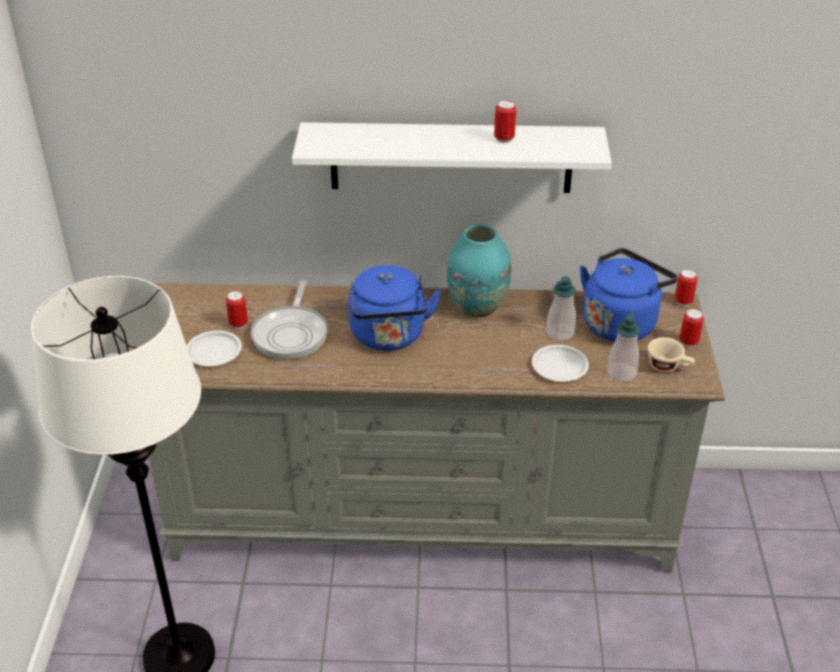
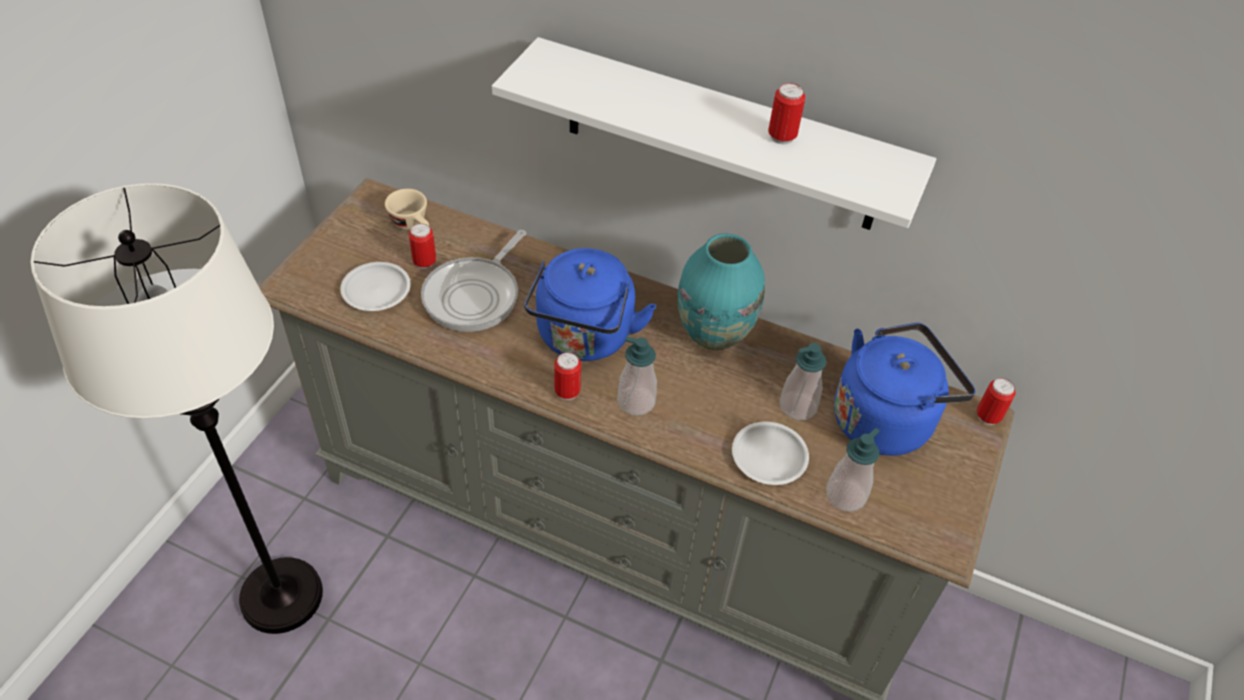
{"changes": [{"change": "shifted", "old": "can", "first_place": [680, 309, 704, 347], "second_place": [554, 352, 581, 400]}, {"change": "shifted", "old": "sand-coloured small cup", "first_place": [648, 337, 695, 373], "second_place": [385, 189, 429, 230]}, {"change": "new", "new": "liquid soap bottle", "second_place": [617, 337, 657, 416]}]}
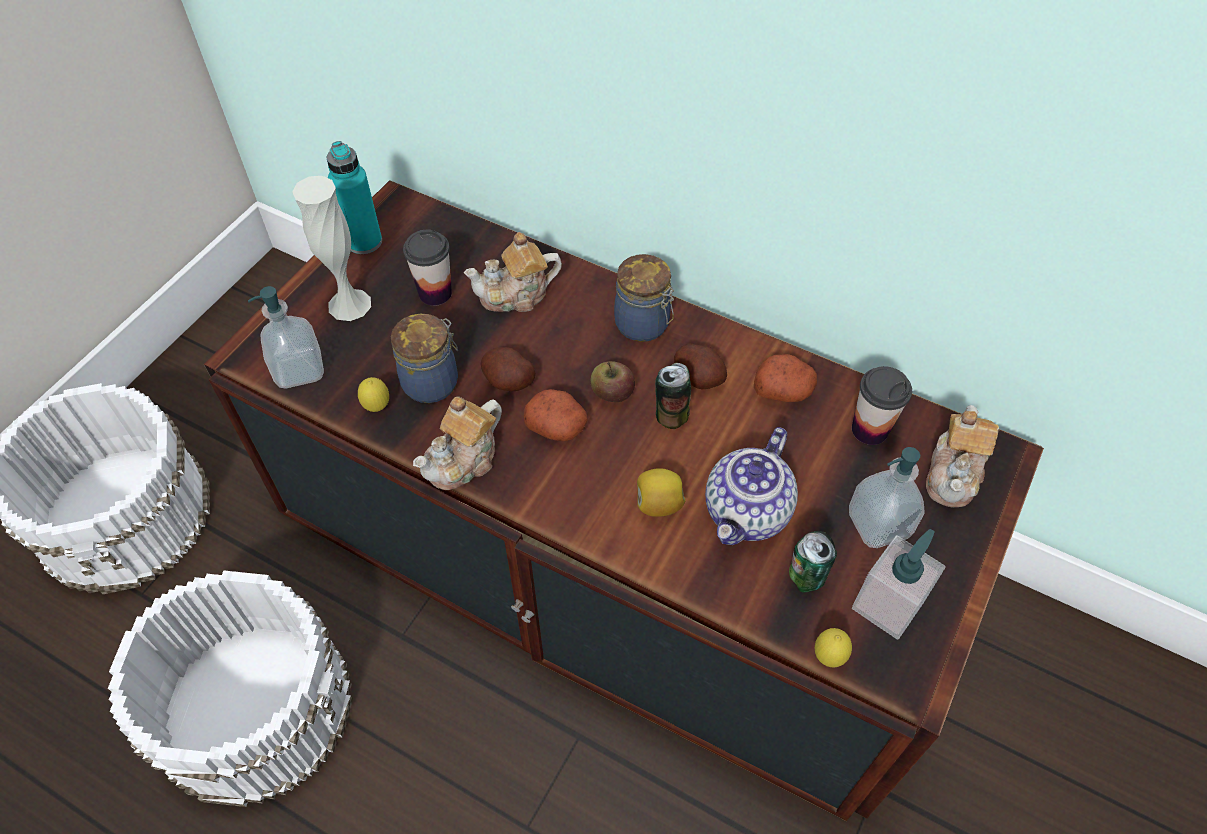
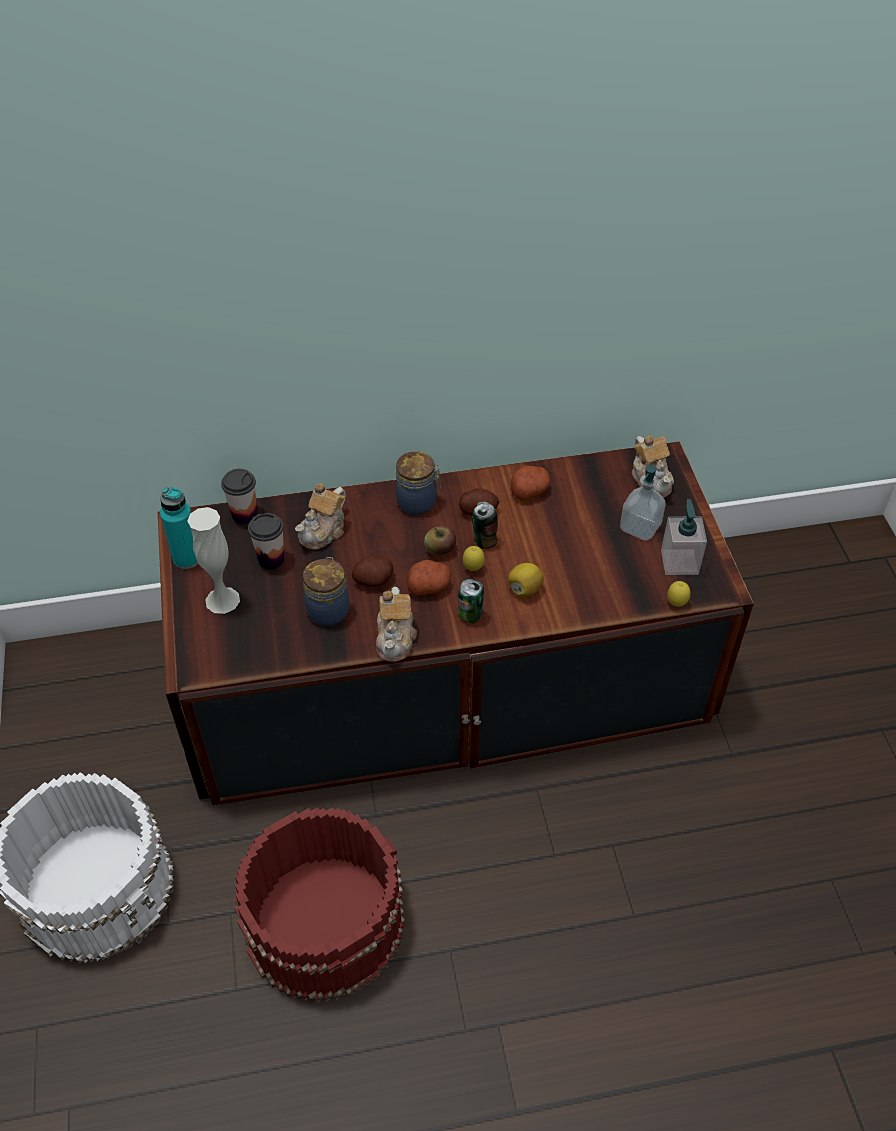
{"changes": [{"change": "gone", "old": "liquid soap bottle", "first_place": [248, 286, 324, 388]}, {"change": "shifted", "old": "small cup", "first_place": [852, 366, 912, 445], "second_place": [221, 469, 257, 525]}, {"change": "shifted", "old": "whole lemon", "first_place": [358, 377, 389, 412], "second_place": [463, 546, 485, 571]}, {"change": "gone", "old": "pot for tea", "first_place": [705, 427, 798, 545]}, {"change": "shifted", "old": "can", "first_place": [789, 531, 837, 592], "second_place": [458, 577, 484, 623]}, {"change": "repainted", "old": "white-coloured bucket", "new": "red-coloured bucket", "first_place": [108, 570, 353, 807], "second_place": [235, 807, 405, 1003]}]}
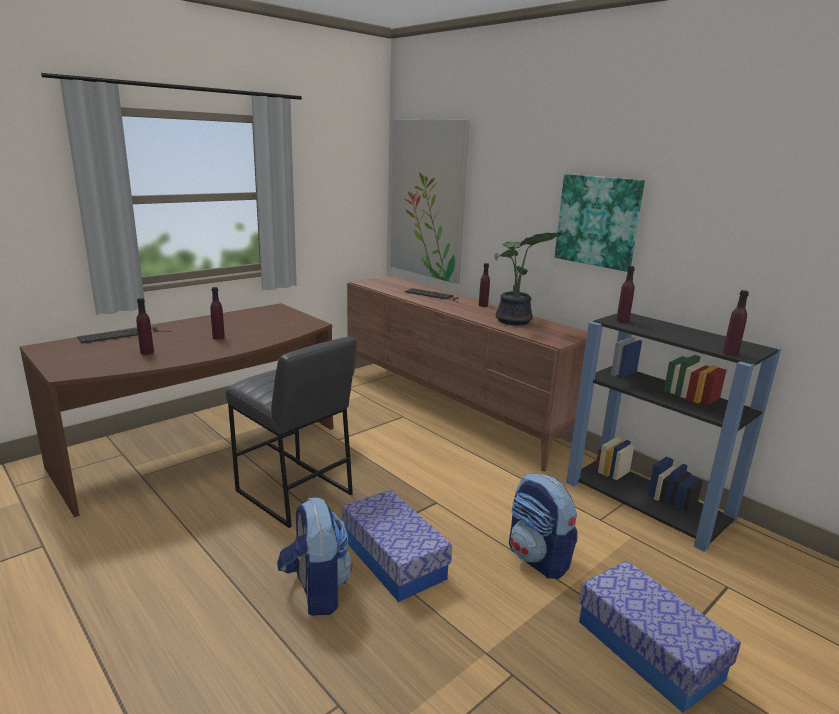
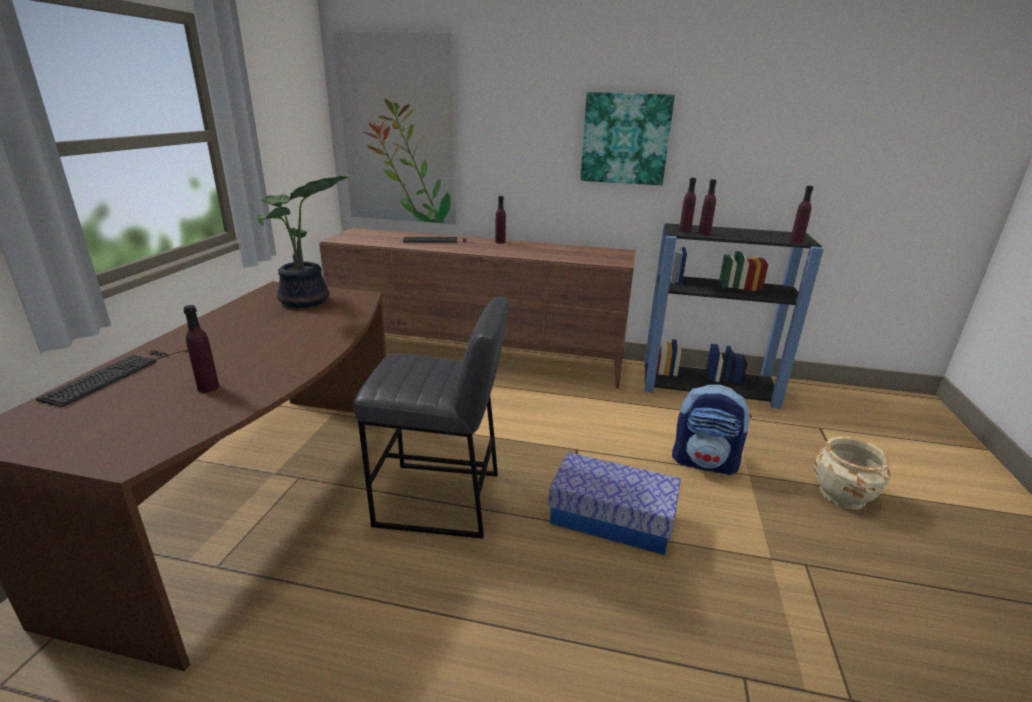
{"changes": [{"change": "shifted", "old": "houseplant", "first_place": [494, 232, 565, 325], "second_place": [257, 176, 348, 308]}, {"change": "shifted", "old": "purplish bottle", "first_place": [210, 287, 225, 340], "second_place": [698, 179, 717, 235]}, {"change": "gone", "old": "rucksack", "first_place": [277, 498, 353, 616]}, {"change": "swapped", "old": "storage box", "new": "sand-coloured flower pot", "first_place": [579, 561, 741, 713], "second_place": [814, 437, 891, 510]}]}
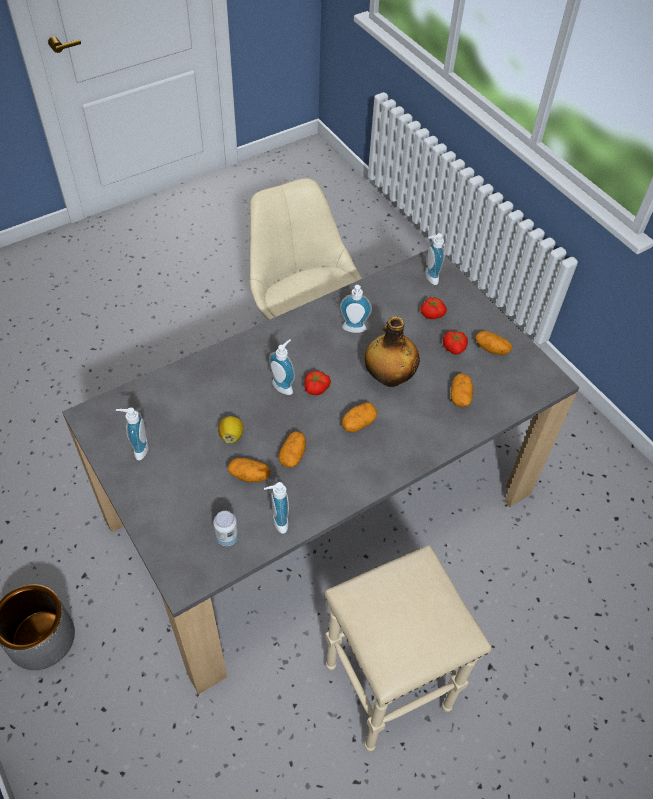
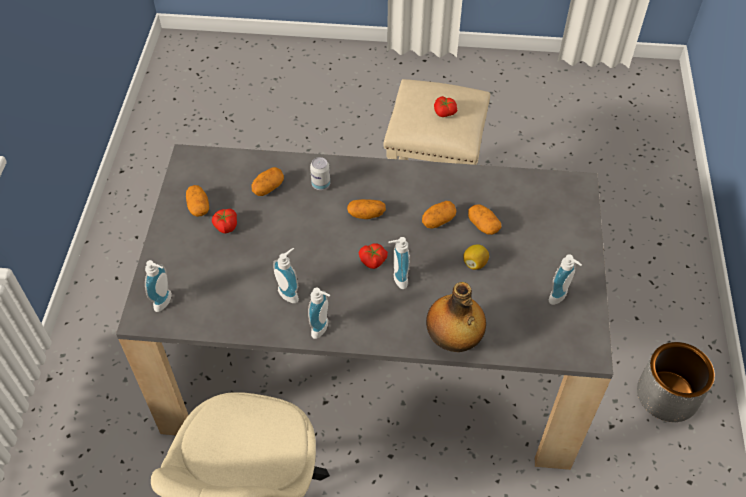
{"changes": [{"change": "shifted", "old": "fresh tomato", "first_place": [421, 297, 447, 319], "second_place": [434, 96, 457, 117]}, {"change": "shifted", "old": "bottle", "first_place": [365, 317, 420, 387], "second_place": [426, 282, 486, 352]}, {"change": "shifted", "old": "liquid soap bottle", "first_place": [264, 482, 289, 534], "second_place": [308, 287, 330, 339]}, {"change": "shifted", "old": "can", "first_place": [213, 511, 238, 546], "second_place": [310, 157, 330, 190]}]}
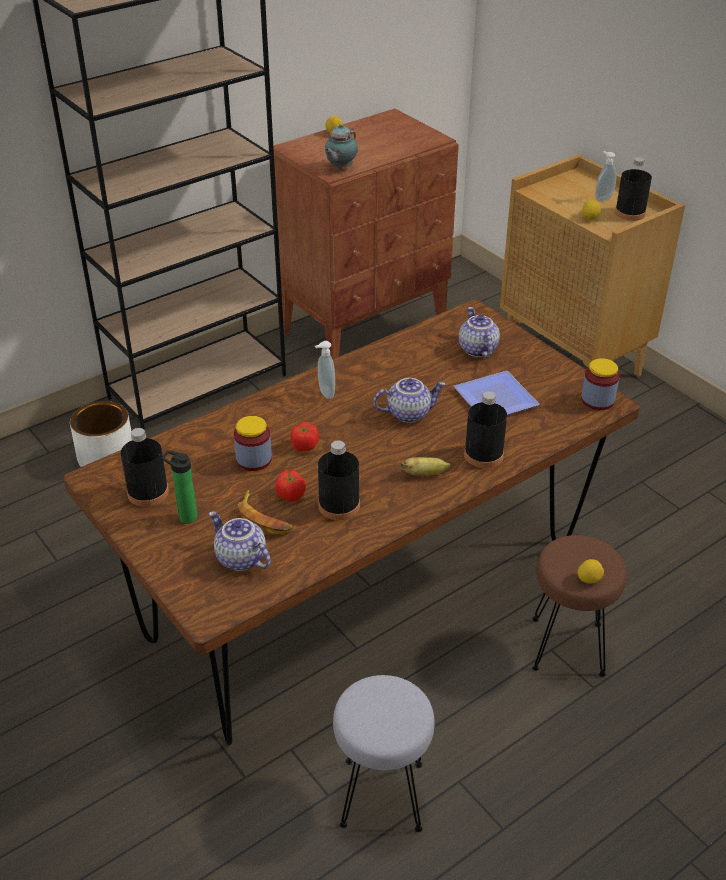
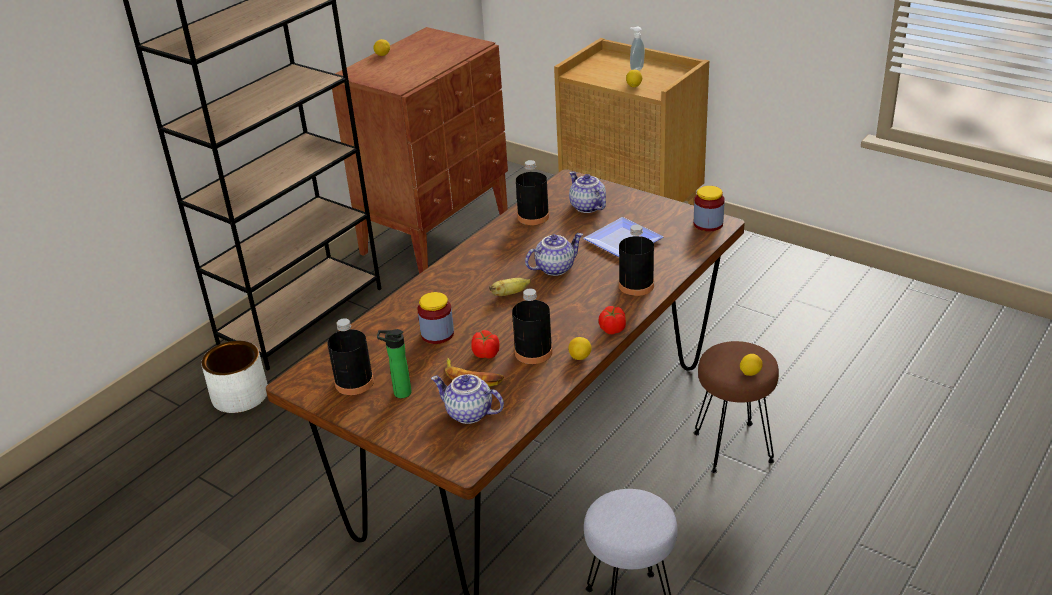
{"changes": [{"change": "gone", "old": "pot for tea", "first_place": [324, 123, 358, 169]}, {"change": "shifted", "old": "black-coloured bottle", "first_place": [615, 157, 652, 221], "second_place": [516, 160, 549, 225]}, {"change": "gone", "old": "liquid soap bottle", "first_place": [315, 341, 335, 399]}, {"change": "shifted", "old": "fresh tomato", "first_place": [291, 422, 319, 451], "second_place": [599, 306, 626, 334]}, {"change": "shifted", "old": "banana fruit", "first_place": [401, 457, 450, 475], "second_place": [489, 278, 531, 296]}, {"change": "new", "new": "whole lemon", "second_place": [568, 337, 591, 360]}]}
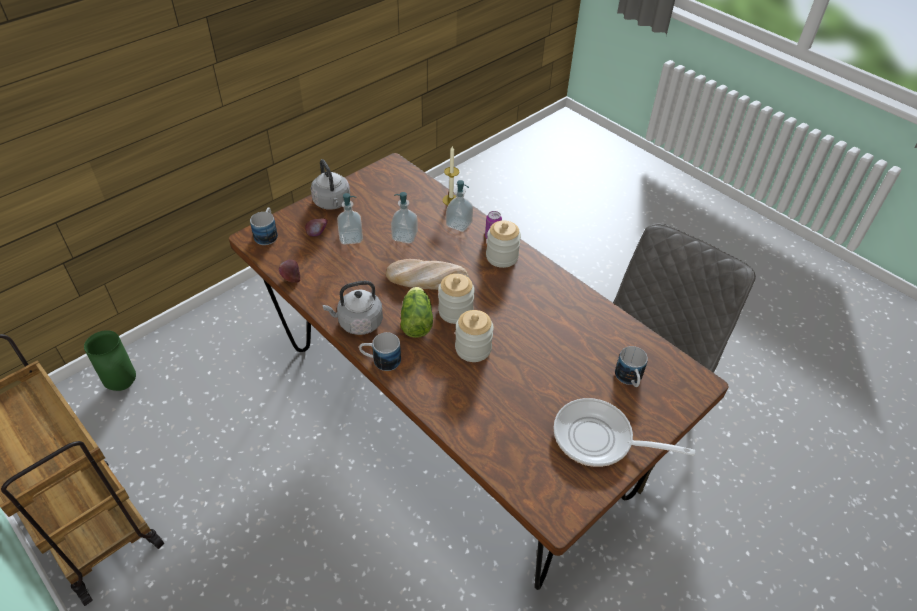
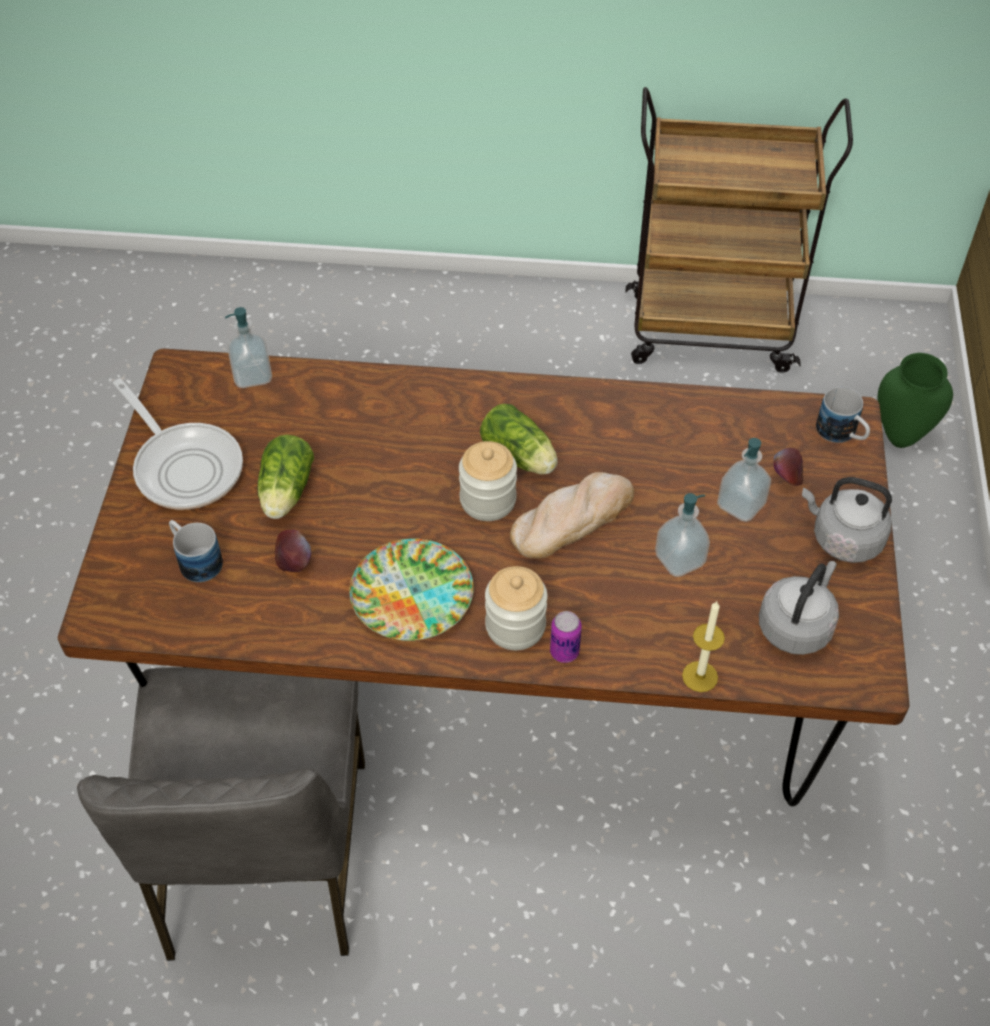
{"changes": [{"change": "shifted", "old": "liquid soap bottle", "first_place": [446, 180, 473, 232], "second_place": [225, 307, 272, 388]}, {"change": "shifted", "old": "apple", "first_place": [279, 260, 300, 283], "second_place": [275, 530, 311, 572]}, {"change": "shifted", "old": "grey tea kettle", "first_place": [322, 281, 383, 335], "second_place": [759, 561, 839, 655]}, {"change": "gone", "old": "preserve jar", "first_place": [455, 310, 494, 362]}, {"change": "gone", "old": "tea mug", "first_place": [359, 332, 401, 371]}, {"change": "rotated", "old": "skillet", "first_place": [553, 398, 695, 467], "second_place": [113, 379, 243, 510], "degrees": 75}, {"change": "new", "new": "lettuce head", "second_place": [257, 435, 314, 519]}, {"change": "new", "new": "plate", "second_place": [349, 538, 474, 641]}]}
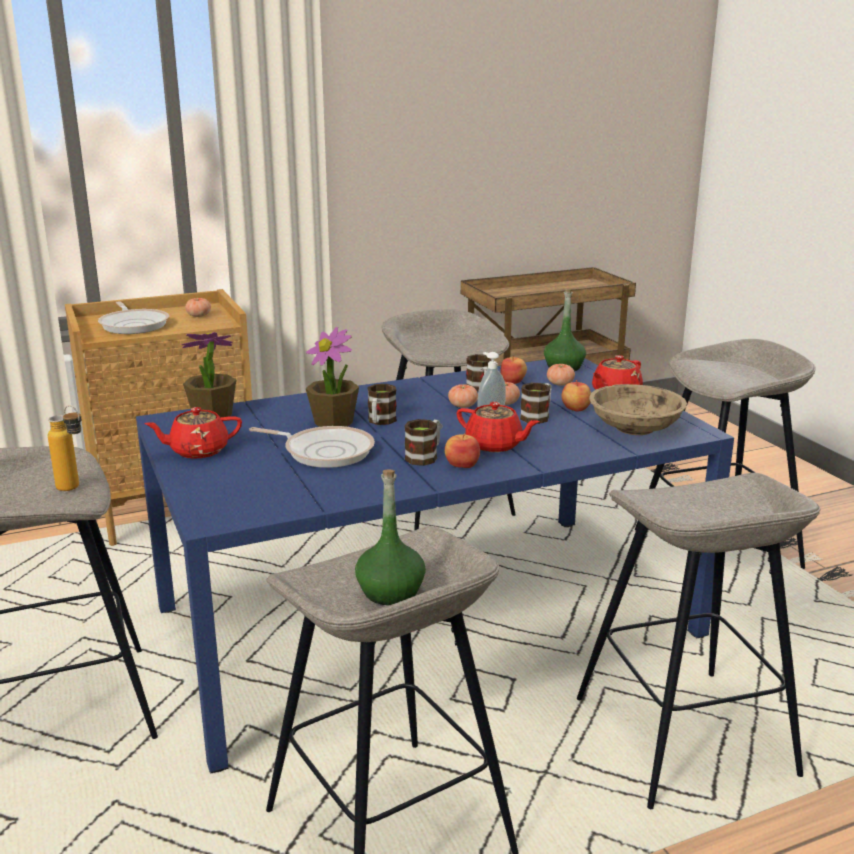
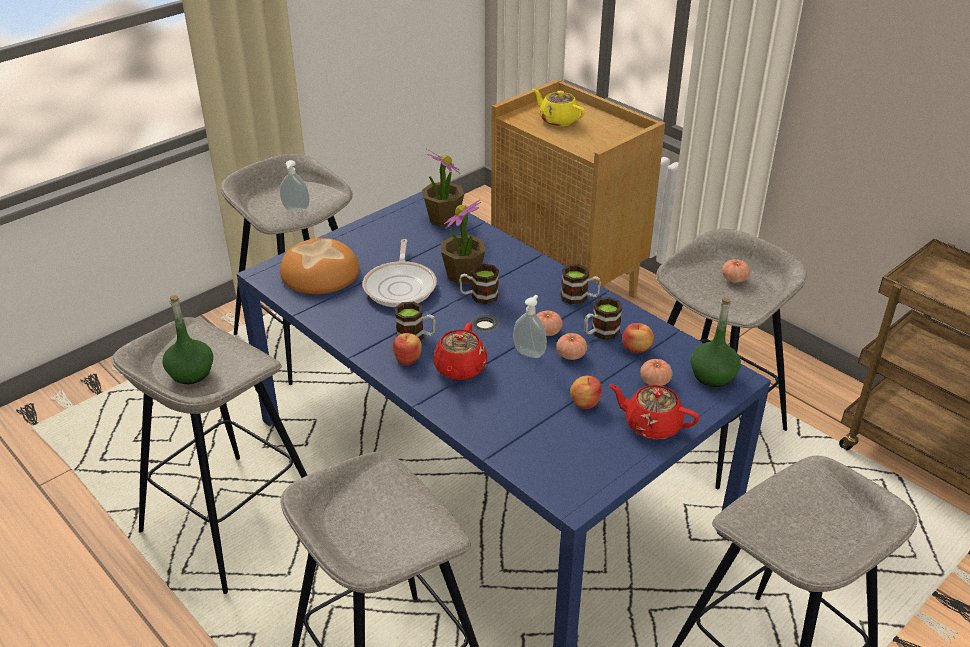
{"changes": [{"change": "shifted", "old": "fresh tomato", "first_place": [185, 298, 211, 317], "second_place": [722, 259, 750, 283]}, {"change": "swapped", "old": "skillet", "new": "yellowish pot for tea", "first_place": [98, 301, 169, 334], "second_place": [533, 89, 585, 127]}, {"change": "shifted", "old": "tea mug", "first_place": [520, 382, 551, 424], "second_place": [561, 264, 601, 305]}, {"change": "gone", "old": "sand-coloured bowl", "first_place": [589, 384, 687, 435]}, {"change": "swapped", "old": "bottle", "new": "liquid soap bottle", "first_place": [48, 405, 82, 491], "second_place": [280, 160, 310, 212]}, {"change": "gone", "old": "red-coloured pot for tea", "first_place": [144, 407, 242, 459]}, {"change": "new", "new": "bread", "second_place": [280, 238, 359, 294]}]}
